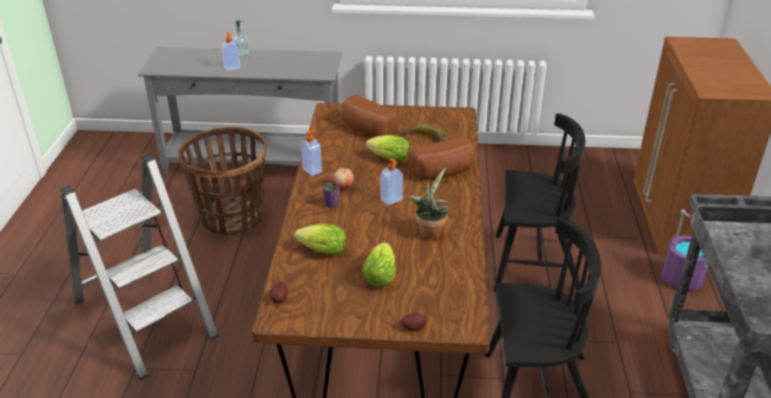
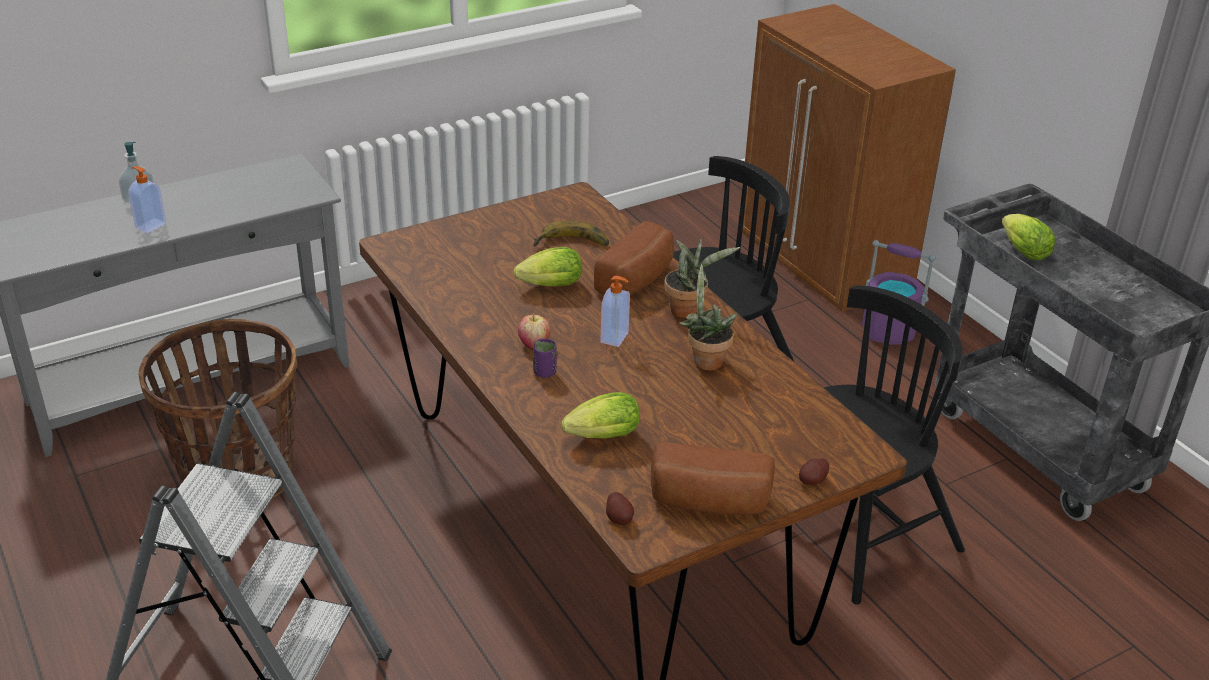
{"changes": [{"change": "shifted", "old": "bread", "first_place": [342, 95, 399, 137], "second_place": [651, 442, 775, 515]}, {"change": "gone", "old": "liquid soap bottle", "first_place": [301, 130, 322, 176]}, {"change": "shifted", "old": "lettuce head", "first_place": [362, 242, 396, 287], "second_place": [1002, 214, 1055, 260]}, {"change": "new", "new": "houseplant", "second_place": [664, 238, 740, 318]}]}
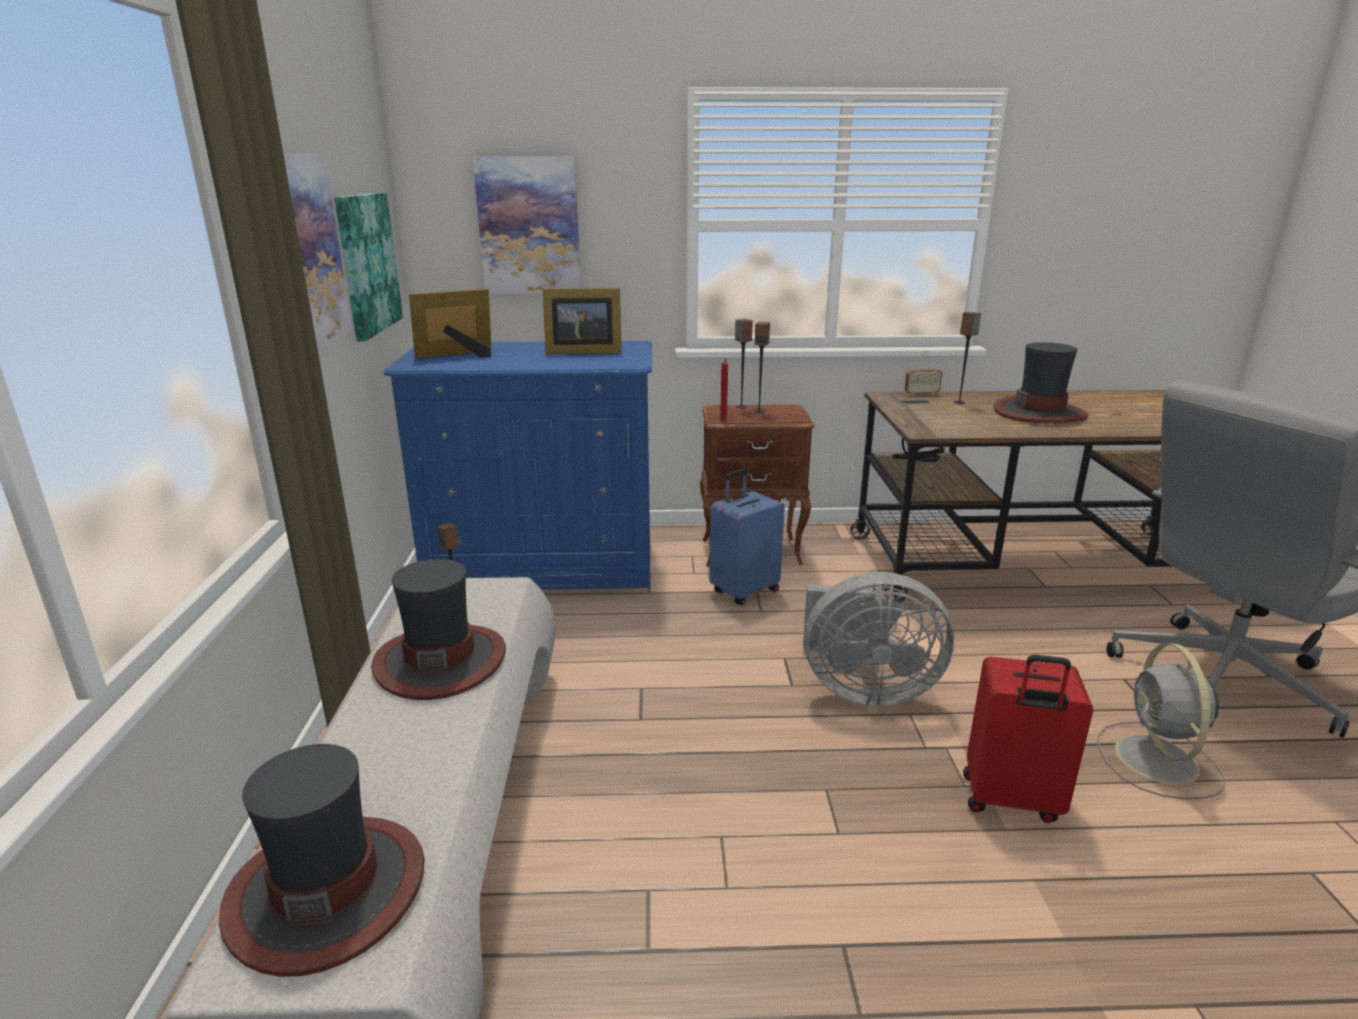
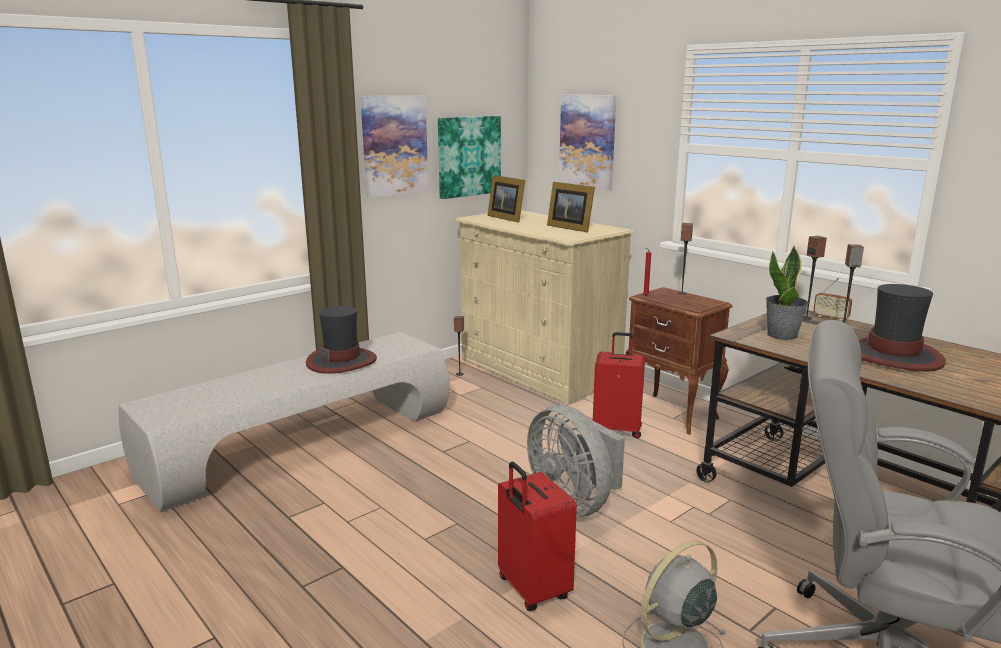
{"changes": [{"change": "rotated", "old": "standing frame", "first_place": [409, 289, 491, 359], "second_place": [487, 175, 525, 223], "degrees": -150}, {"change": "shifted", "old": "loudspeaker", "first_place": [754, 322, 770, 413], "second_place": [803, 236, 827, 320]}, {"change": "repainted", "old": "blue chest of drawers", "new": "sand-coloured chest of drawers", "first_place": [384, 341, 652, 590], "second_place": [455, 210, 634, 404]}, {"change": "repainted", "old": "blue piece of luggage", "new": "red-coloured piece of luggage", "first_place": [709, 469, 785, 605], "second_place": [593, 332, 645, 439]}, {"change": "gone", "old": "hat", "first_place": [219, 744, 425, 977]}, {"change": "new", "new": "houseplant", "second_place": [766, 245, 809, 340]}]}
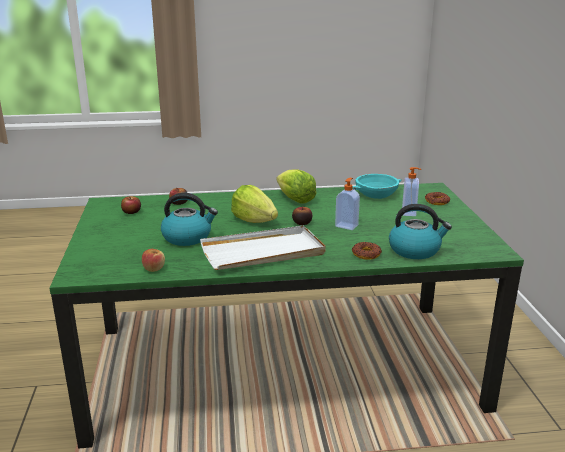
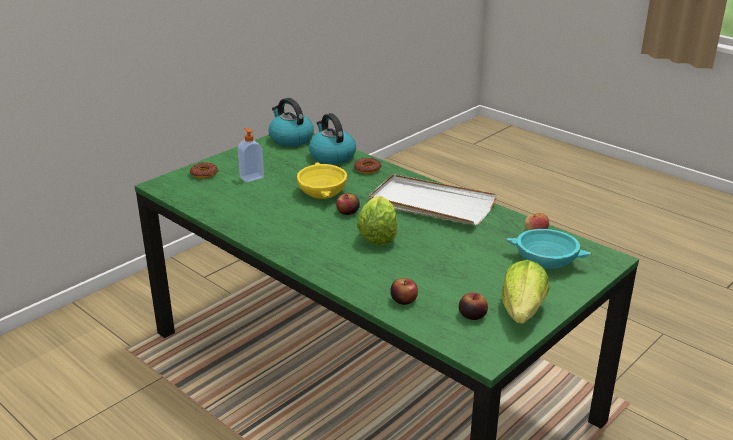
{"changes": [{"change": "shifted", "old": "lettuce head", "first_place": [277, 169, 317, 203], "second_place": [501, 260, 549, 324]}, {"change": "shifted", "old": "turquoise bowl", "first_place": [352, 174, 402, 199], "second_place": [506, 229, 592, 269]}, {"change": "swapped", "old": "liquid soap bottle", "new": "yellowish bowl", "first_place": [335, 178, 360, 230], "second_place": [297, 162, 348, 199]}, {"change": "shifted", "old": "tea kettle", "first_place": [161, 193, 218, 246], "second_place": [269, 98, 314, 147]}]}
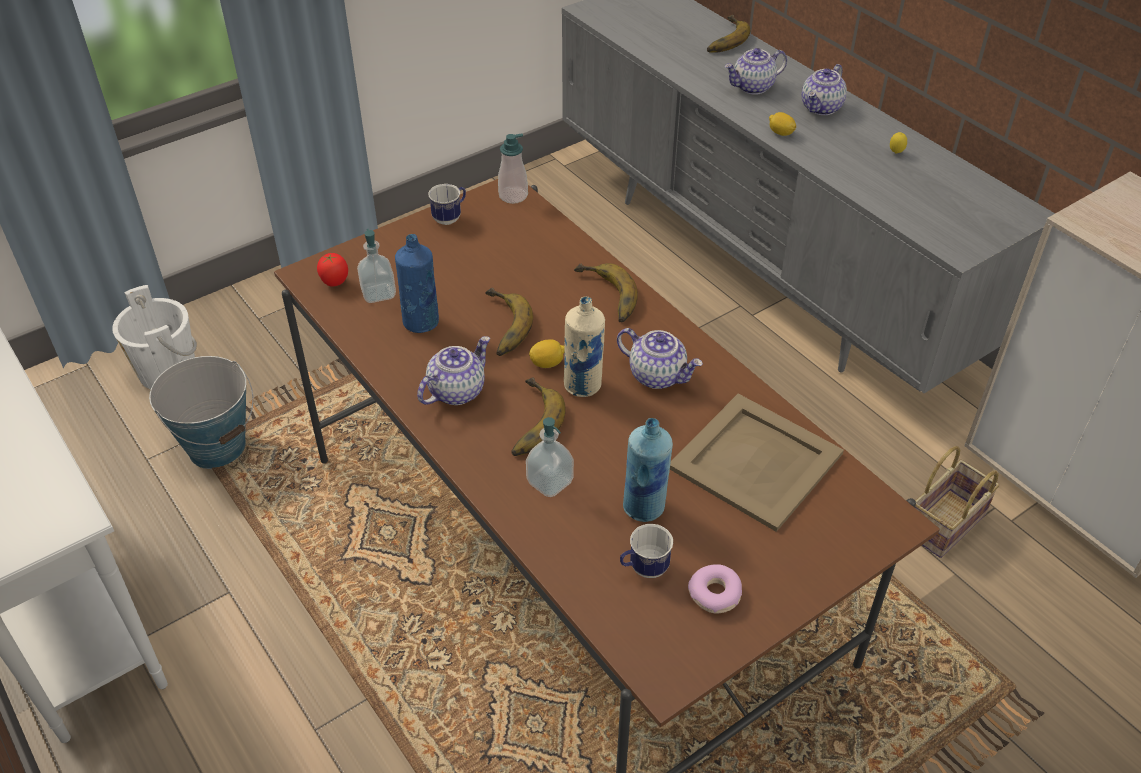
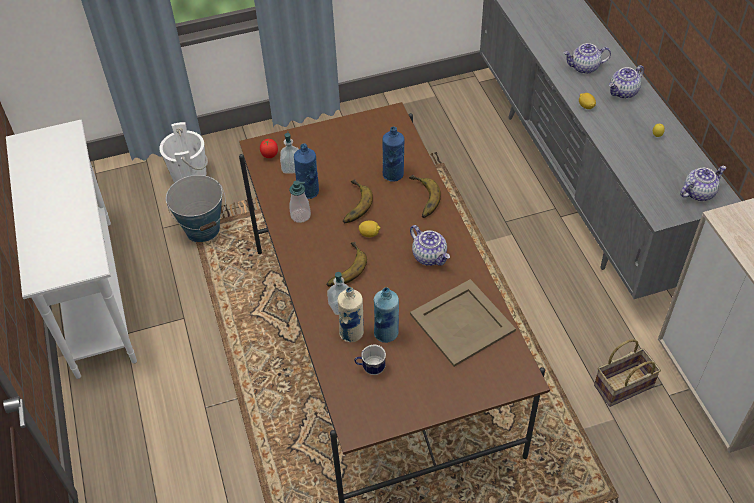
{"changes": [{"change": "gone", "old": "banana fruit", "first_place": [707, 15, 750, 53]}, {"change": "shifted", "old": "liquid soap bottle", "first_place": [498, 133, 528, 204], "second_place": [289, 180, 311, 223]}, {"change": "gone", "old": "tea mug", "first_place": [428, 184, 466, 225]}, {"change": "shifted", "old": "sand-coloured bottle", "first_place": [564, 296, 605, 397], "second_place": [338, 287, 364, 342]}, {"change": "shifted", "old": "pot for tea", "first_place": [417, 336, 490, 405], "second_place": [680, 166, 727, 201]}, {"change": "gone", "old": "doughnut", "first_place": [688, 564, 742, 613]}, {"change": "new", "new": "blue bottle", "second_place": [382, 127, 405, 182]}]}
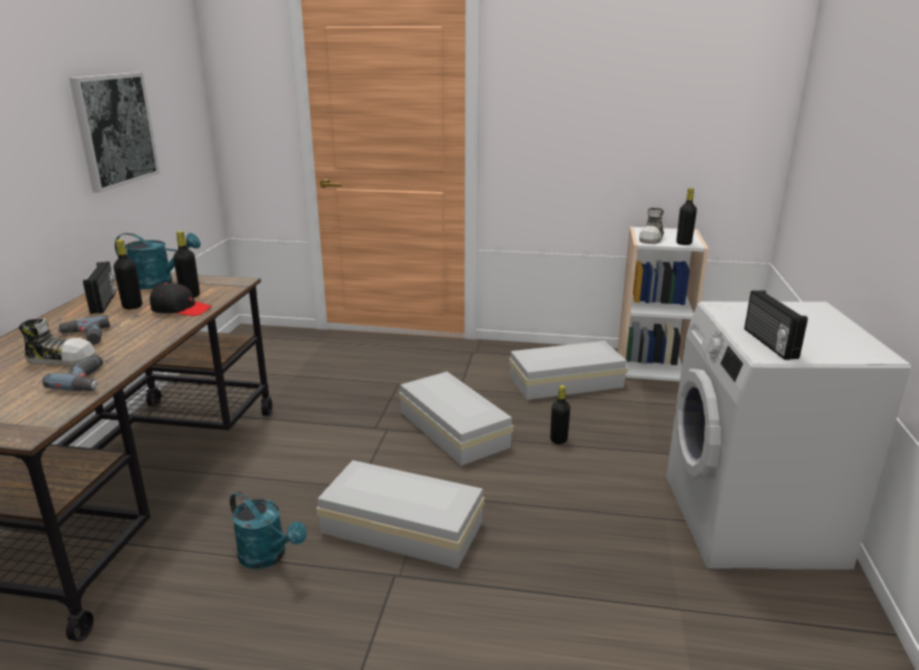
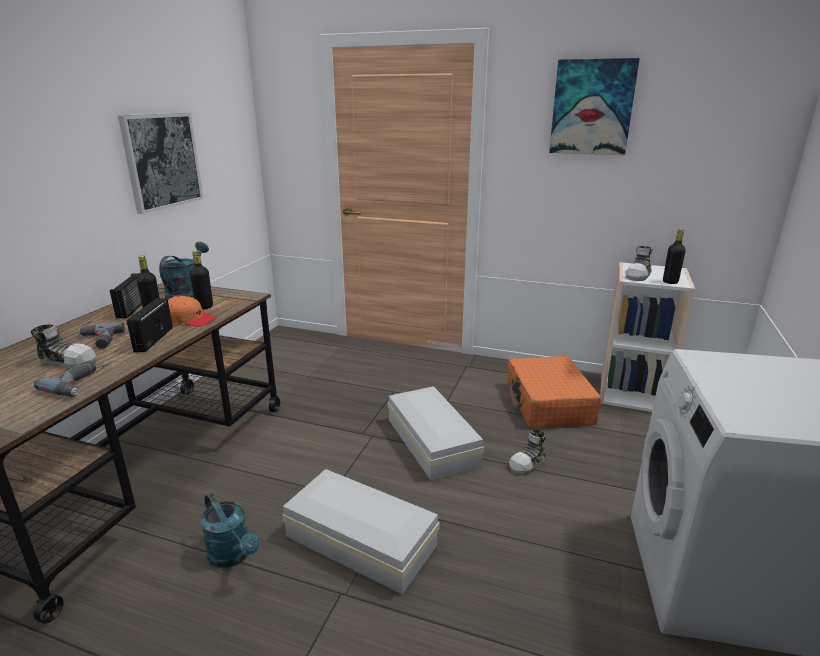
{"changes": [{"change": "rotated", "old": "turquoise watering can", "first_place": [115, 233, 201, 289], "second_place": [159, 242, 209, 300], "degrees": -90}, {"change": "repainted", "old": "black-coloured peaked cap", "new": "orangey peaked cap", "first_place": [150, 283, 211, 316], "second_place": [168, 295, 217, 327]}, {"change": "shifted", "old": "radio receiver", "first_place": [744, 290, 808, 360], "second_place": [127, 298, 173, 352]}, {"change": "swapped", "old": "white-coloured storage box", "new": "orangey piece of luggage", "first_place": [509, 341, 628, 400], "second_place": [507, 356, 601, 428]}, {"change": "swapped", "old": "black-coloured bottle", "new": "low shoe", "first_place": [550, 385, 570, 444], "second_place": [509, 429, 546, 475]}, {"change": "new", "new": "picture", "second_place": [549, 58, 640, 155]}]}
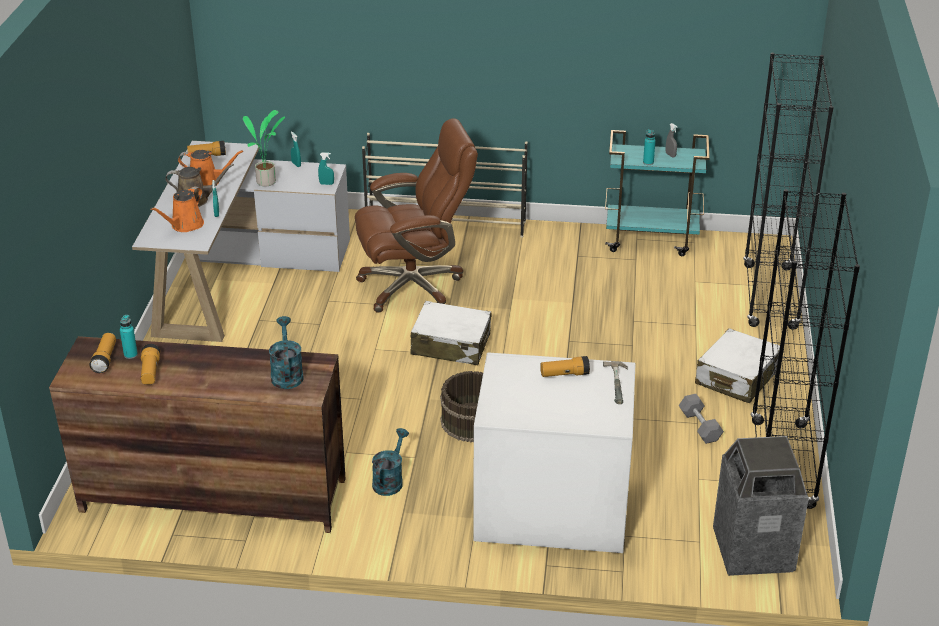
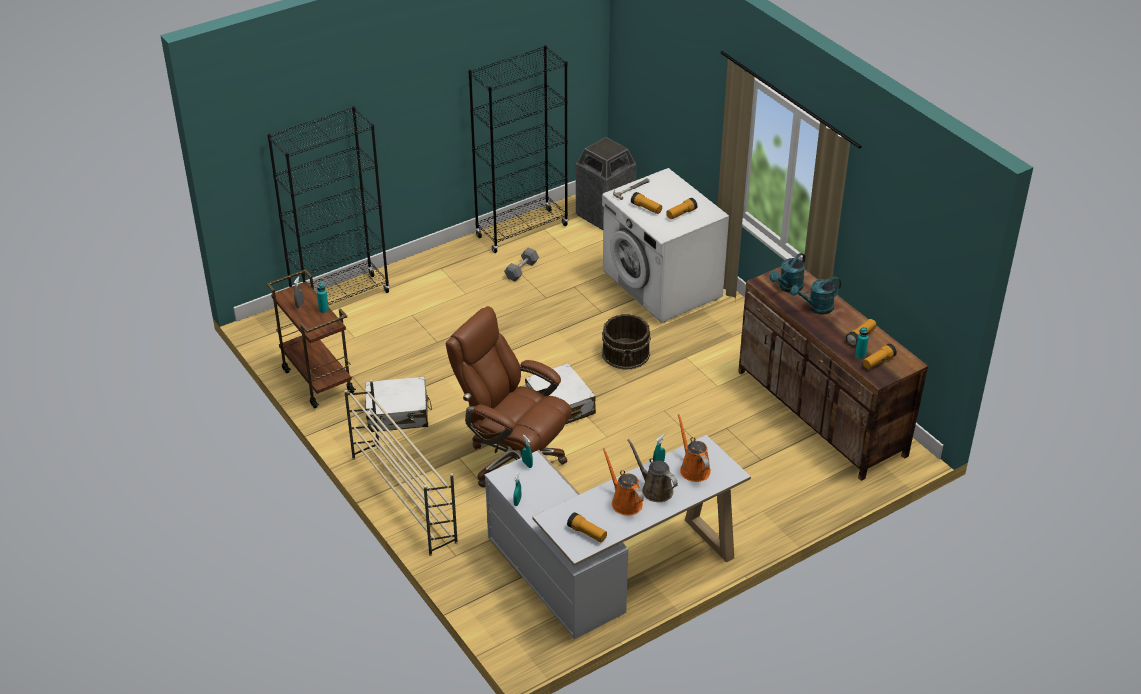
{"changes": [{"change": "gone", "old": "houseplant", "first_place": [243, 110, 285, 187]}, {"change": "repainted", "old": "turquoise trolley", "new": "brownish trolley", "first_place": [605, 130, 709, 256], "second_place": [267, 269, 356, 409]}, {"change": "rotated", "old": "orangey watering can", "first_place": [150, 186, 204, 232], "second_place": [678, 414, 711, 482], "degrees": -105}, {"change": "shifted", "old": "white-coloured piece of luggage", "first_place": [695, 328, 780, 403], "second_place": [365, 376, 432, 432]}, {"change": "shifted", "old": "turquoise watering can", "first_place": [372, 428, 409, 496], "second_place": [790, 277, 841, 314]}, {"change": "new", "new": "hand torch", "second_place": [666, 198, 698, 219]}]}
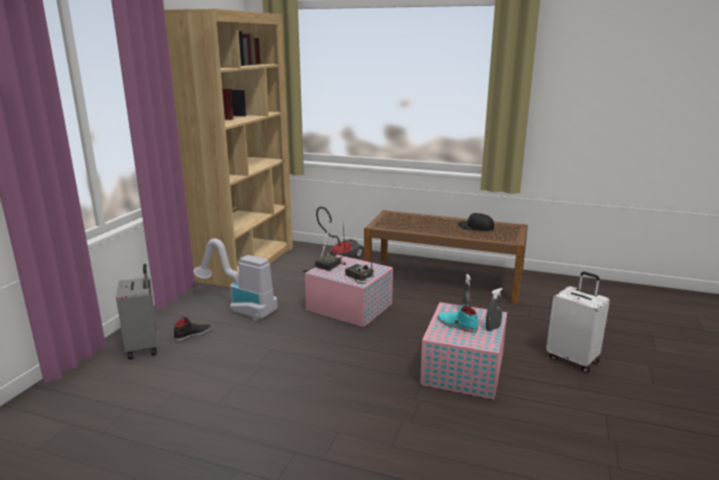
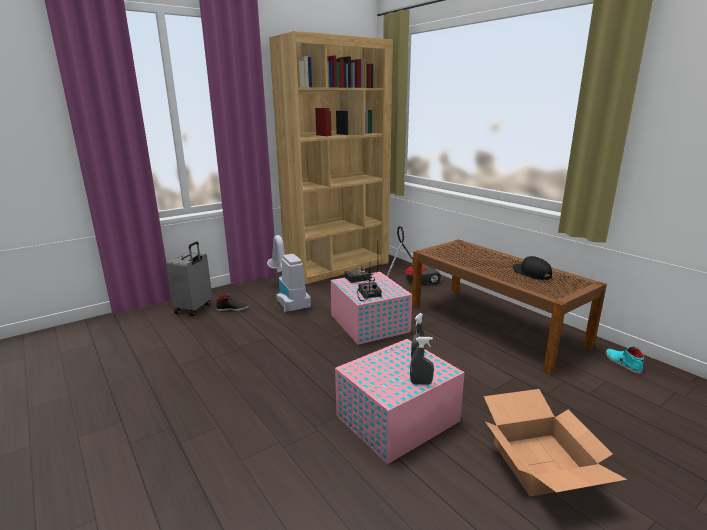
{"changes": [{"change": "swapped", "old": "white-coloured piece of luggage", "new": "carton", "first_place": [546, 272, 610, 373], "second_place": [484, 389, 627, 497]}, {"change": "shifted", "old": "turquoise low shoe", "first_place": [437, 304, 478, 332], "second_place": [605, 346, 644, 374]}]}
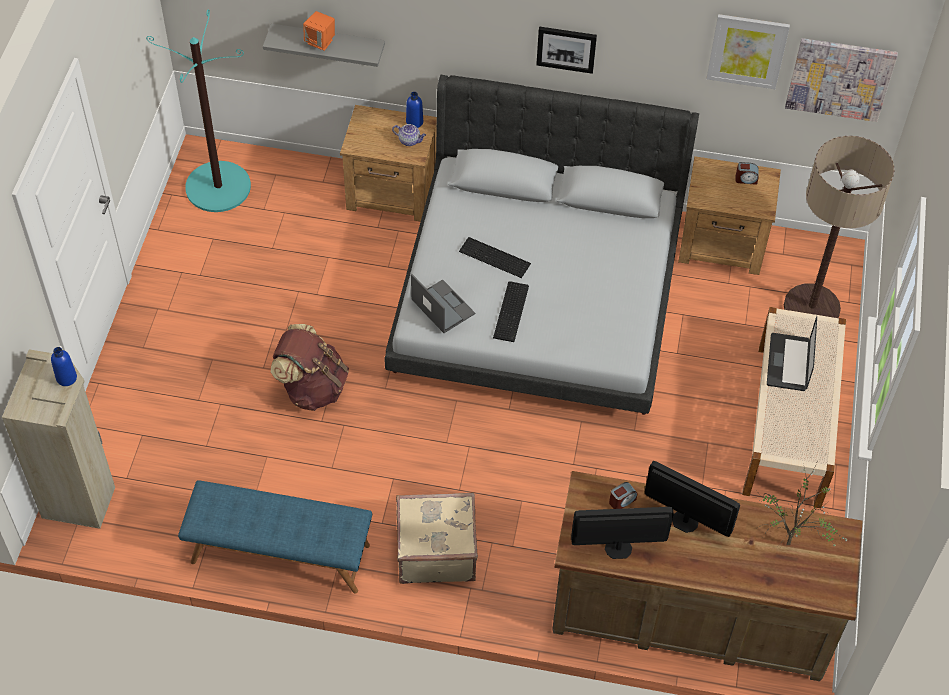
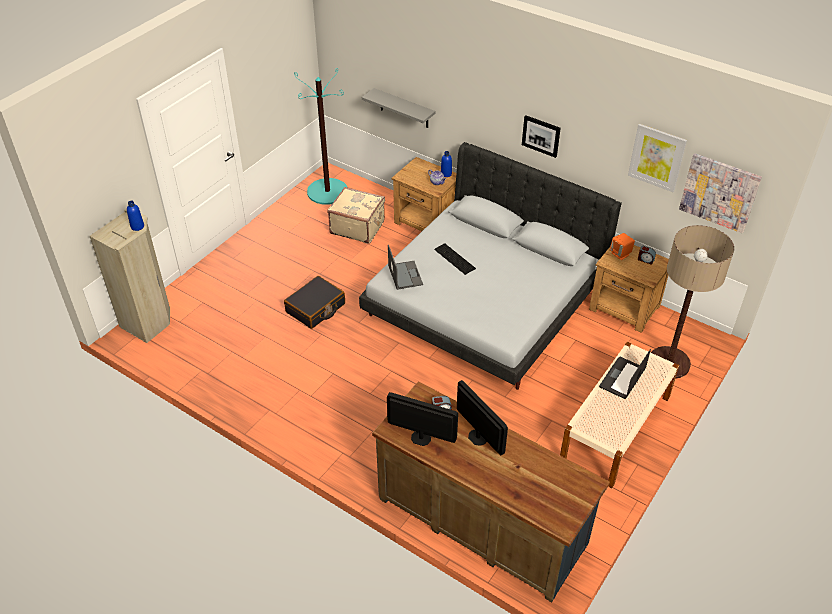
{"changes": [{"change": "shifted", "old": "orangey loudspeaker", "first_place": [303, 11, 335, 51], "second_place": [610, 233, 635, 260]}, {"change": "gone", "old": "computer keyboard", "first_place": [493, 281, 529, 342]}, {"change": "swapped", "old": "brownish rucksack", "new": "black-coloured piece of luggage", "first_place": [271, 324, 349, 411], "second_place": [284, 276, 345, 329]}, {"change": "gone", "old": "houseplant", "first_place": [759, 463, 847, 547]}, {"change": "gone", "old": "blue bench", "first_place": [178, 480, 372, 594]}, {"change": "shifted", "old": "sand-coloured piece of luggage", "first_place": [396, 492, 478, 584], "second_place": [327, 187, 385, 244]}]}
